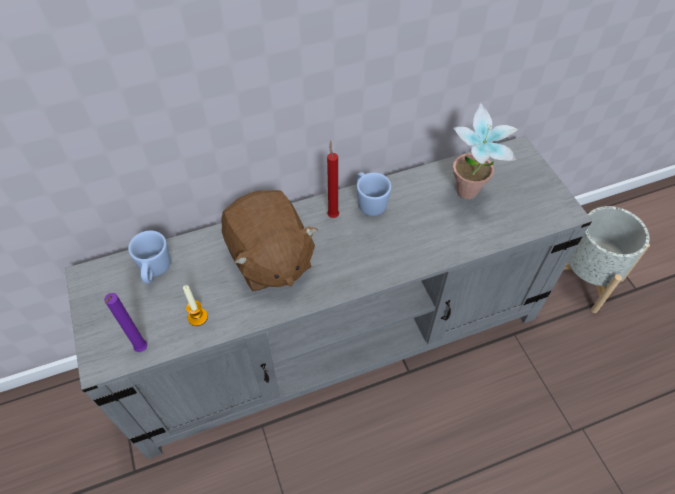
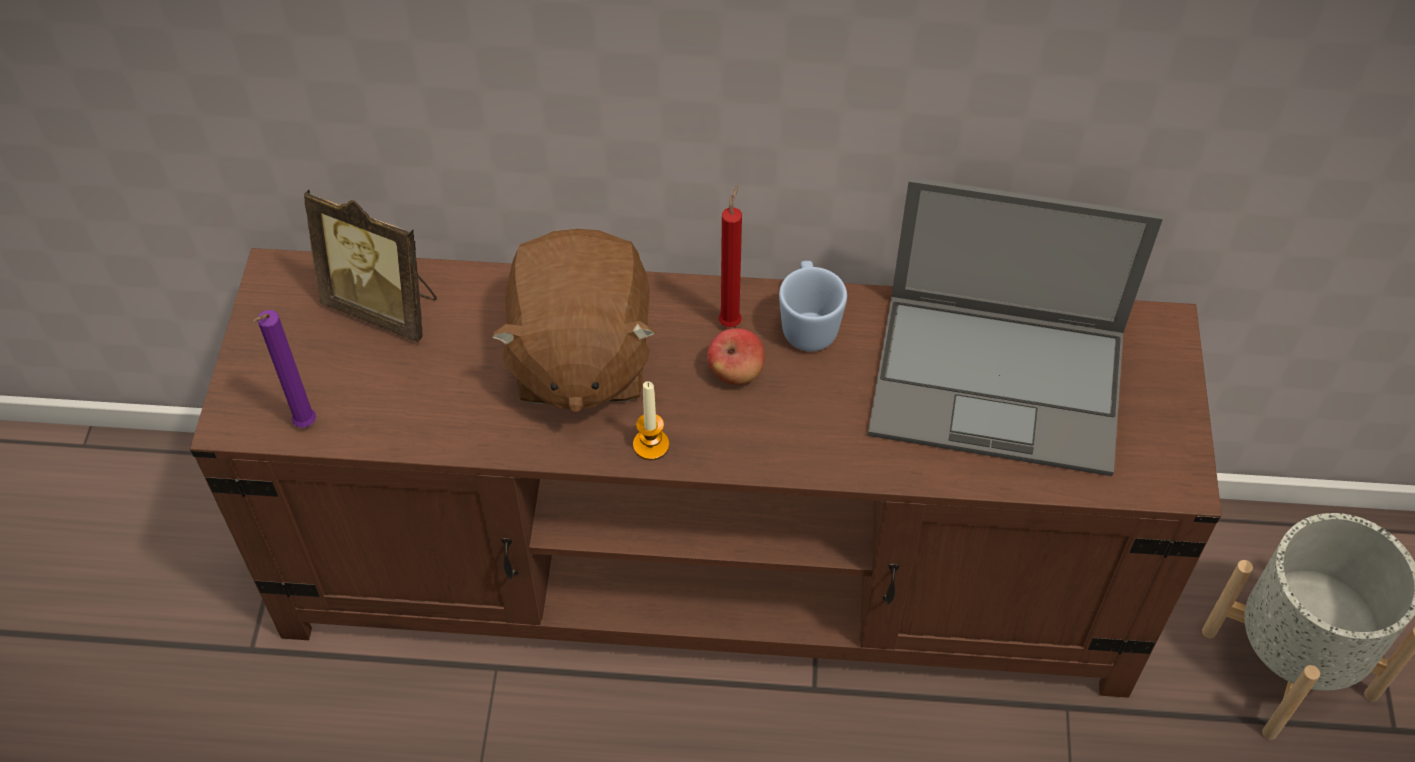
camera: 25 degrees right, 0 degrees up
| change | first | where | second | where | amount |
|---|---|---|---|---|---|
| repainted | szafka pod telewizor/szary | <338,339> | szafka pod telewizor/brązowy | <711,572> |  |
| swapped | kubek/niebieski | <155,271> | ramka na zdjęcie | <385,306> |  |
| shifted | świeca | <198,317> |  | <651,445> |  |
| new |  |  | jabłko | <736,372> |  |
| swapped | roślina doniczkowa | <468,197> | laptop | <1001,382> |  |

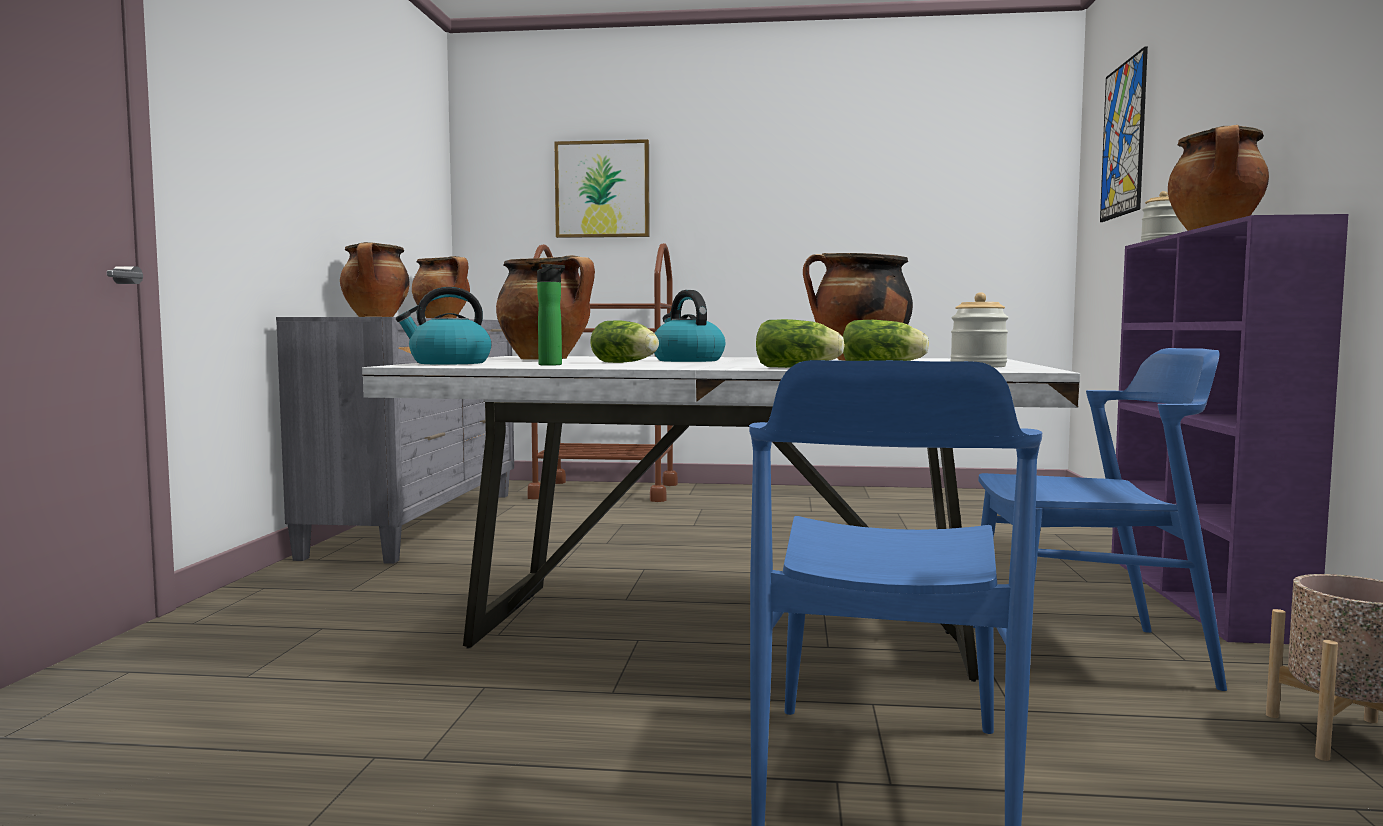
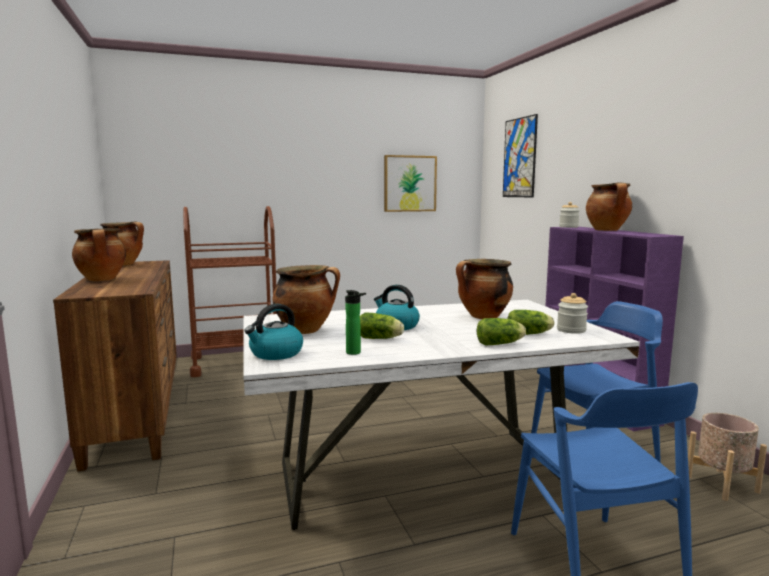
camera: 25 degrees left, 5 degrees up
| change | first | where | second | where | amount |
|---|---|---|---|---|---|
| repainted | komoda/szary | <420,522> | komoda/brązowy | <137,413> |  |
| shifted | obraz | <602,189> |  | <410,183> |  |

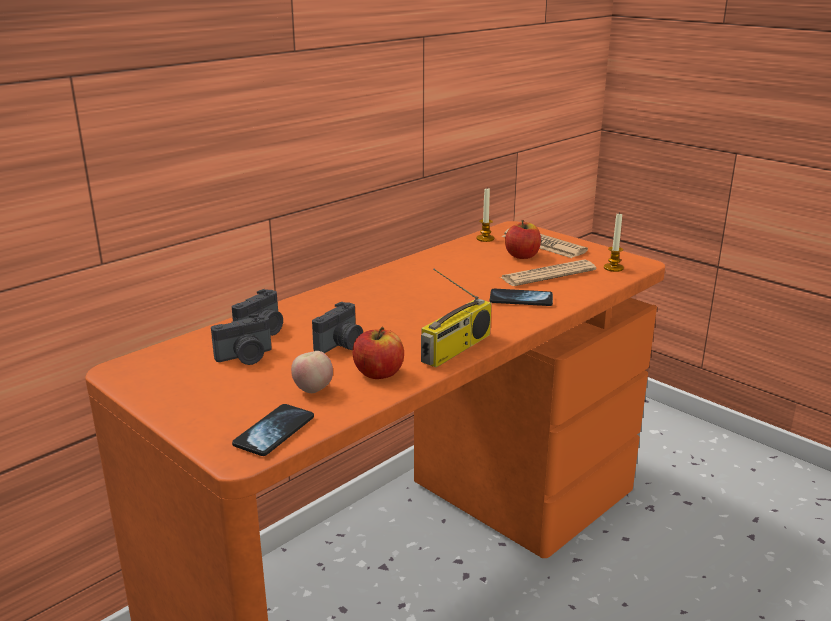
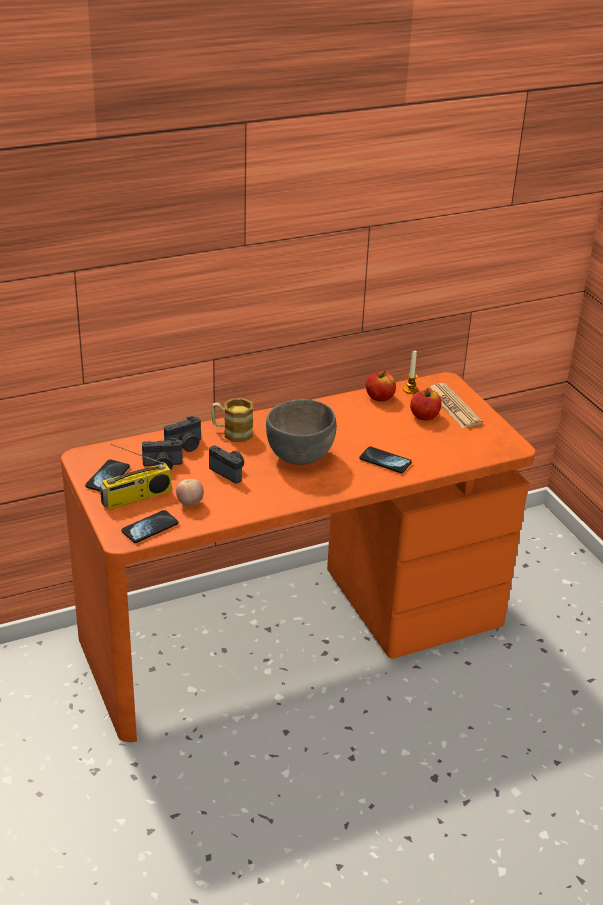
camera: 20 degrees right, 10 degrees up
| change | first | where | second | where | amount |
|---|---|---|---|---|---|
| new |  |  | telefon | <107,477> |  |
| shifted | radio | <456,349> |  | <136,498> |  |
| rotated | aparat fotograficzny | <341,345> |  | <229,471> | 105 degrees counterclockwise |
| new |  |  | kubek | <232,432> |  |
| new |  |  | miska/szary | <300,456> |  |
| shifted | jabłko | <378,373> |  | <379,397> |  |
| gone | gazeta | <548,274> |  |  |  |
| gone | świeca | <613,268> |  |  |  |

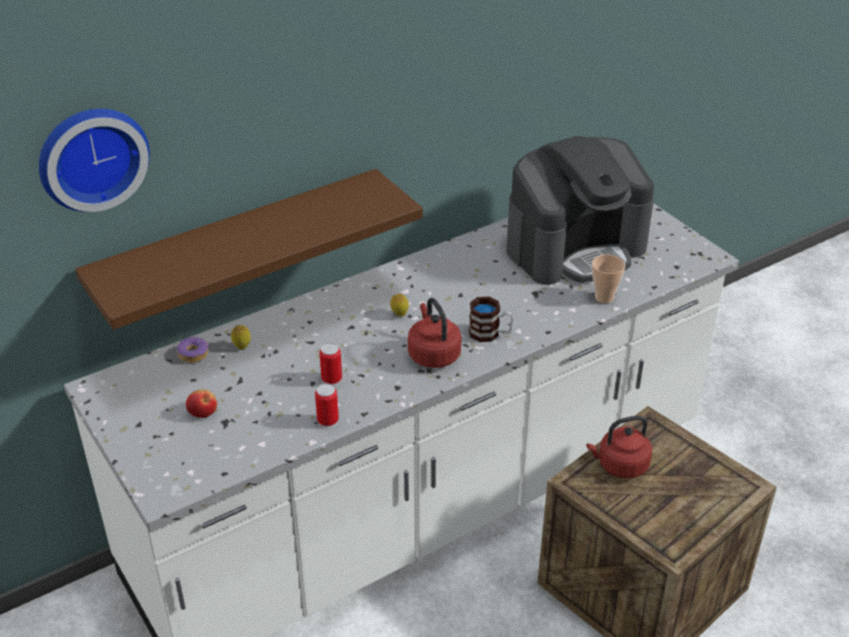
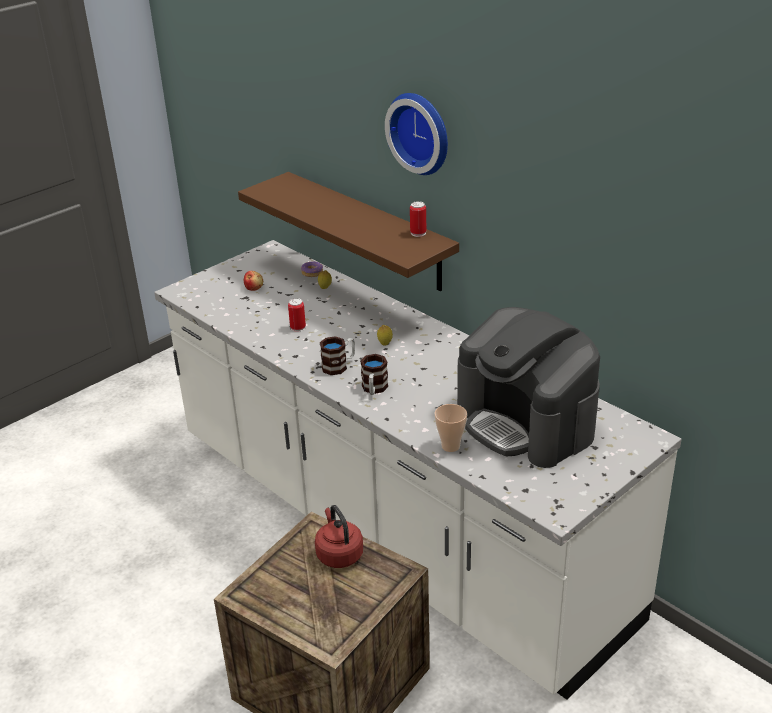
camera: 80 degrees right, 5 degrees down
| change | first | where | second | where | amount |
|---|---|---|---|---|---|
| swapped | czajnik/czerwony | <433,354> | kubek | <339,366> |  |
| shifted | zegar ścienny | <91,156> |  | <422,132> |  |
| shifted | puszka | <328,421> |  | <418,233> |  |

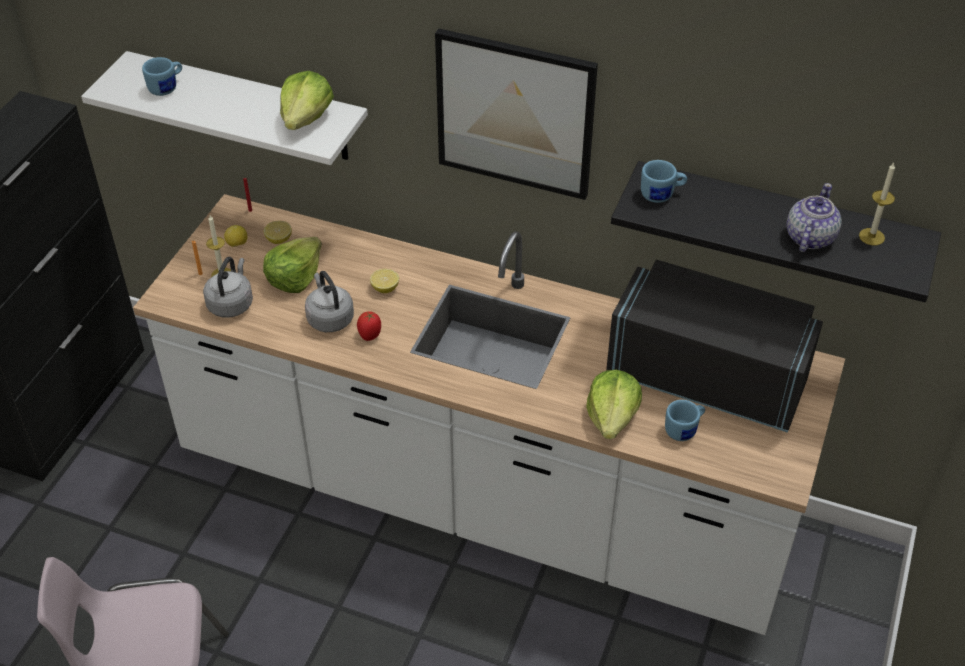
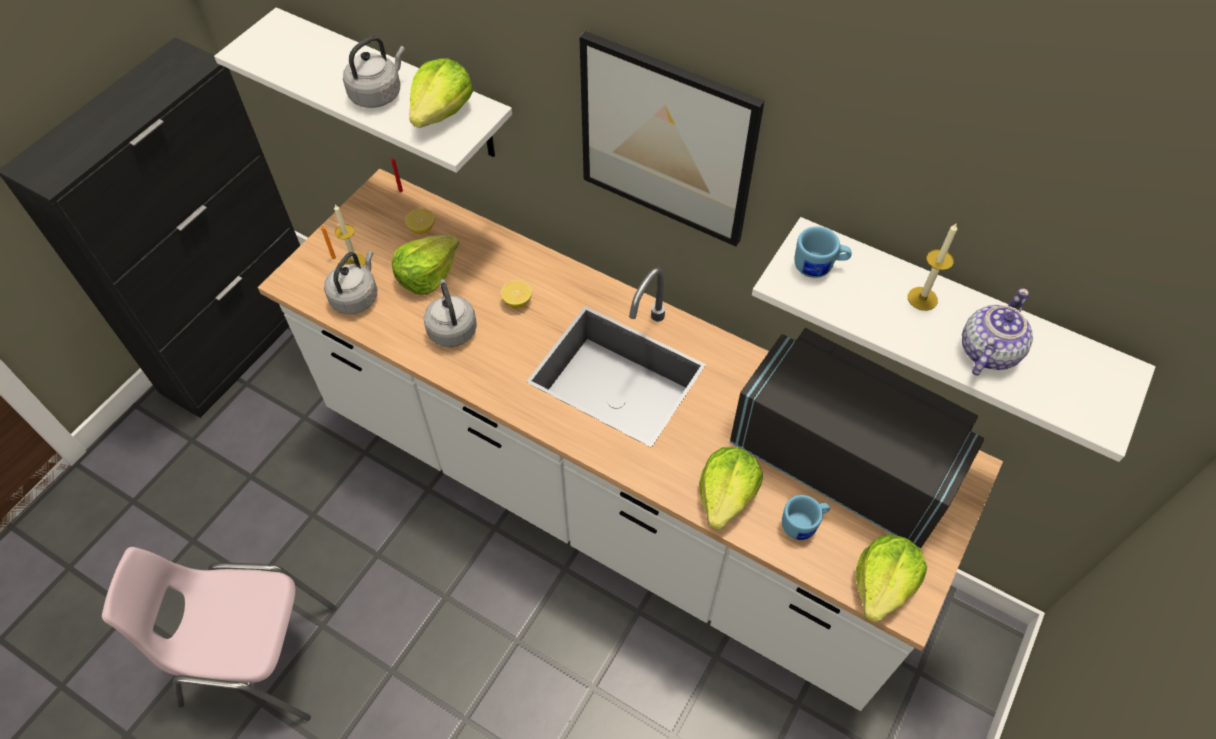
camera: 10 degrees right, 10 degrees up
| change | first | where | second | where | amount |
|---|---|---|---|---|---|
| new |  |  | czajnik/szary | <378,94> |  |
| repainted | półka/czarny | <778,224> | półka/biały | <954,315> |  |
| new |  |  | sałata | <883,585> |  |
| shifted | świeca | <871,236> |  | <922,298> |  |
| gone | kubek/niebieski | <167,87> |  |  |  |
| gone | cytryna | <237,244> |  |  |  |
| gone | pomidor | <370,335> |  |  |  |

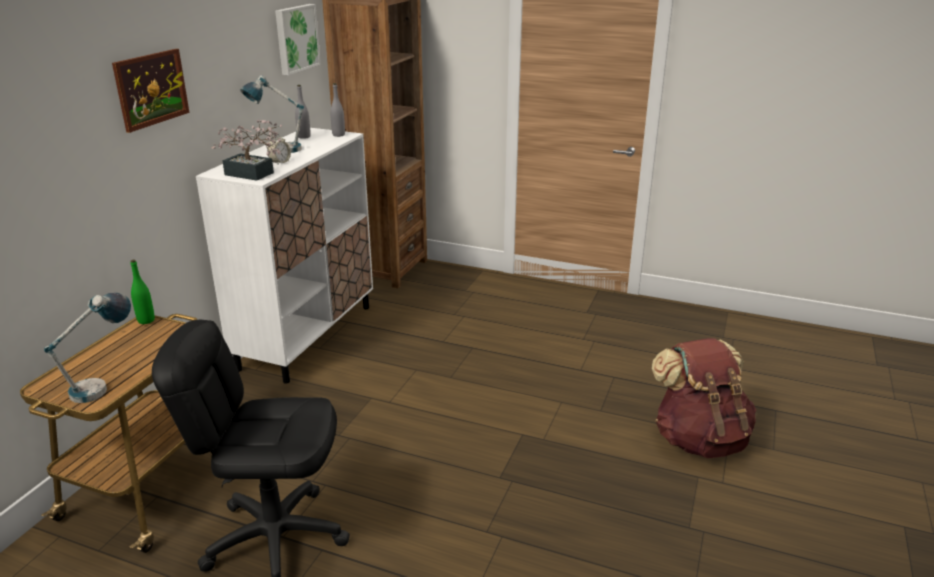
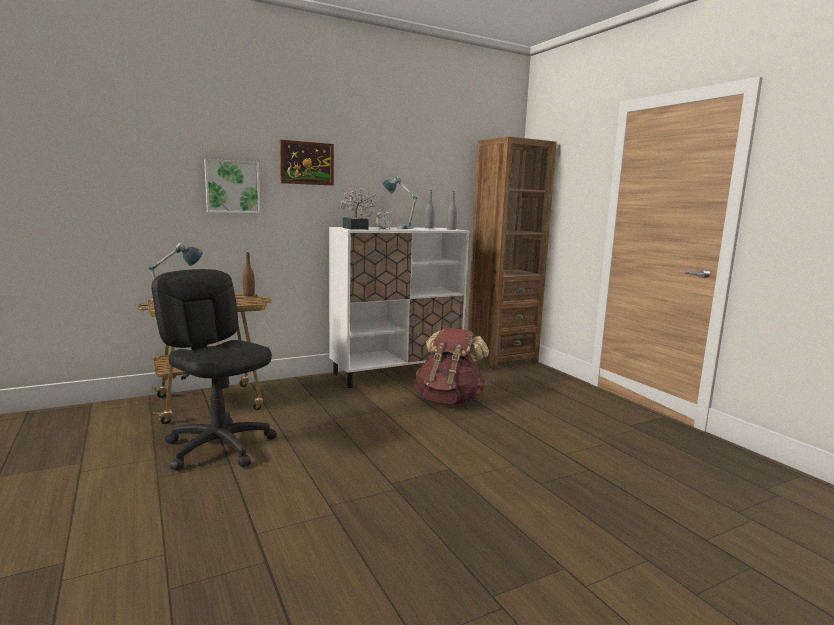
camera: 40 degrees right, 15 degrees down
| change | first | where | second | where | amount |
|---|---|---|---|---|---|
| shifted | obraz | <295,38> |  | <232,186> |  |
| repainted | butelka/zielony | <146,320> | butelka/brązowy | <249,295> |  |
| shifted | plecak/brązowy | <698,439> |  | <449,400> |  |

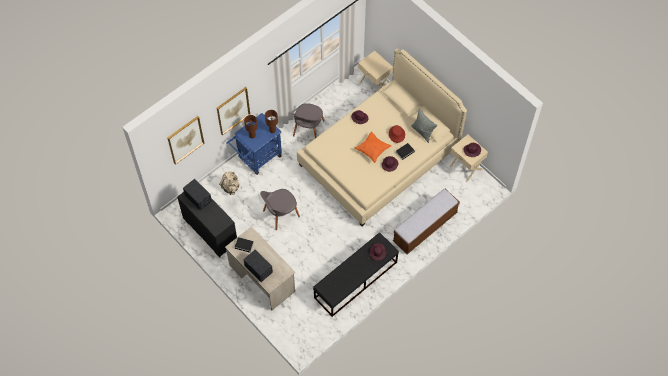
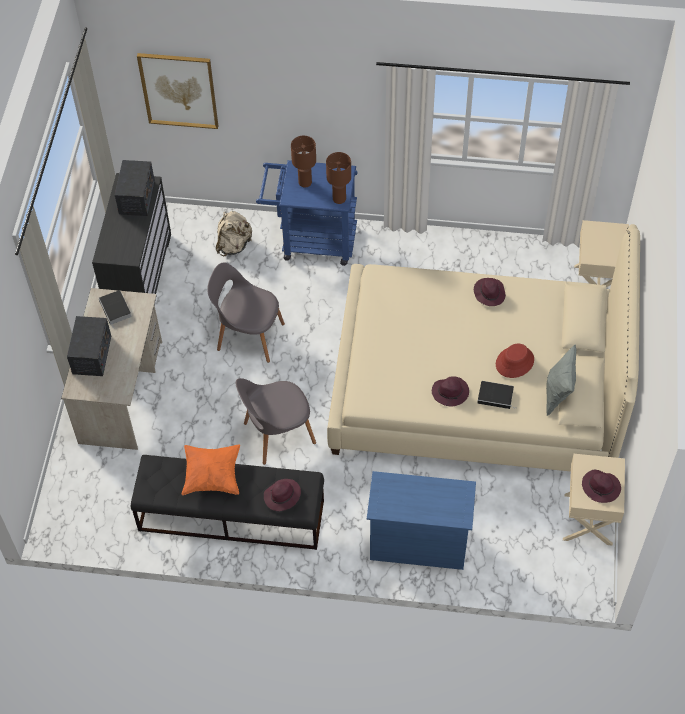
camera: 50 degrees right, 5 degrees down
| change | first | where | second | where | amount |
|---|---|---|---|---|---|
| shifted | poduszka/pomarańczowy | <372,150> |  | <212,476> |  |
| shifted | krzesło/szary | <308,129> |  | <277,434> |  |
| swapped | ławka | <425,227> | komoda/niebieski | <418,542> |  |
| gone | obraz | <233,110> |  |  |  |

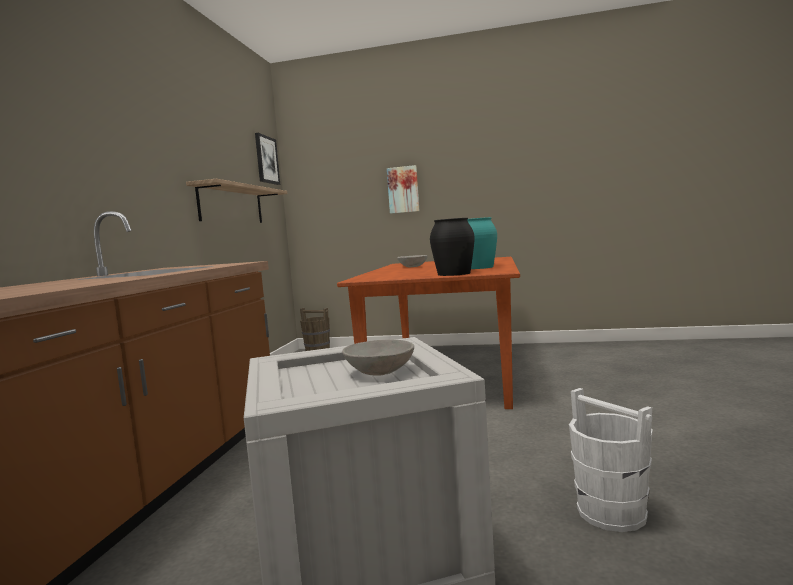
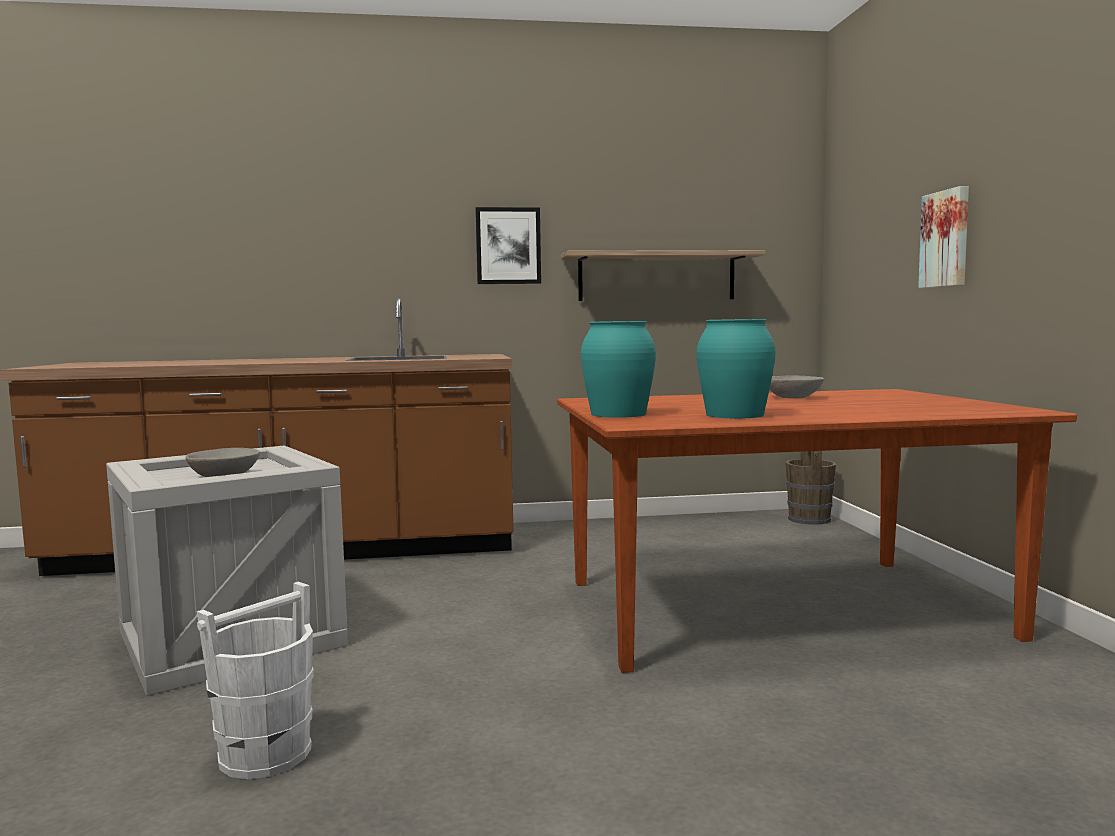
camera: 70 degrees right, 0 degrees up
| change | first | where | second | where | amount |
|---|---|---|---|---|---|
| shifted | obraz | <266,160> |  | <508,246> |  |
| repainted | wazon/czarny | <454,274> | wazon/turkusowy | <618,414> |  |

